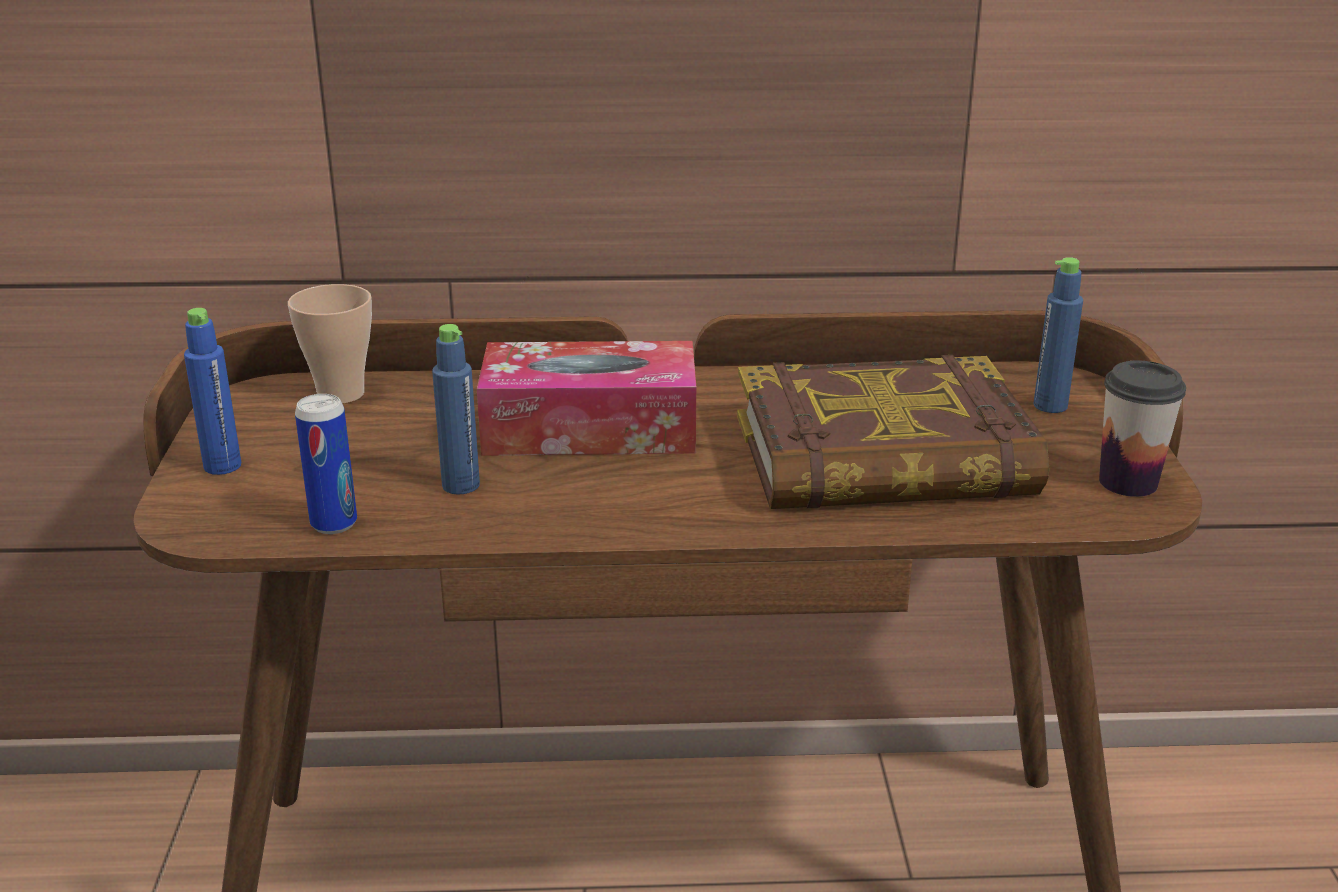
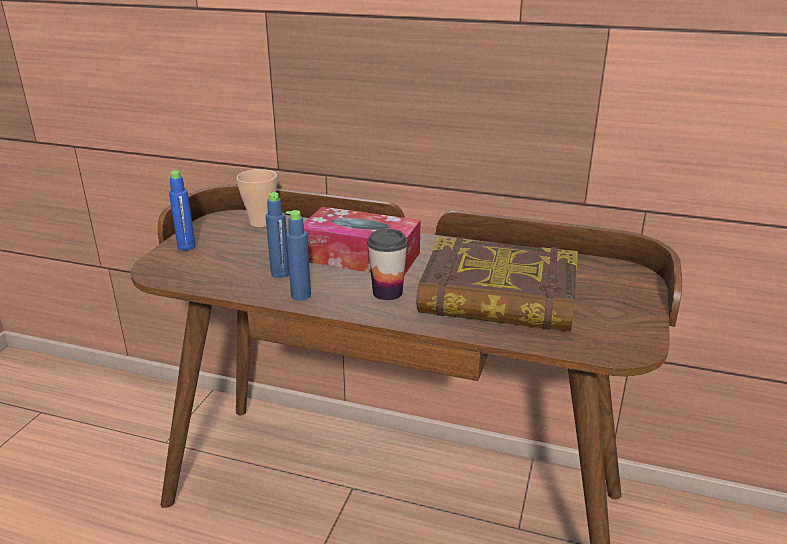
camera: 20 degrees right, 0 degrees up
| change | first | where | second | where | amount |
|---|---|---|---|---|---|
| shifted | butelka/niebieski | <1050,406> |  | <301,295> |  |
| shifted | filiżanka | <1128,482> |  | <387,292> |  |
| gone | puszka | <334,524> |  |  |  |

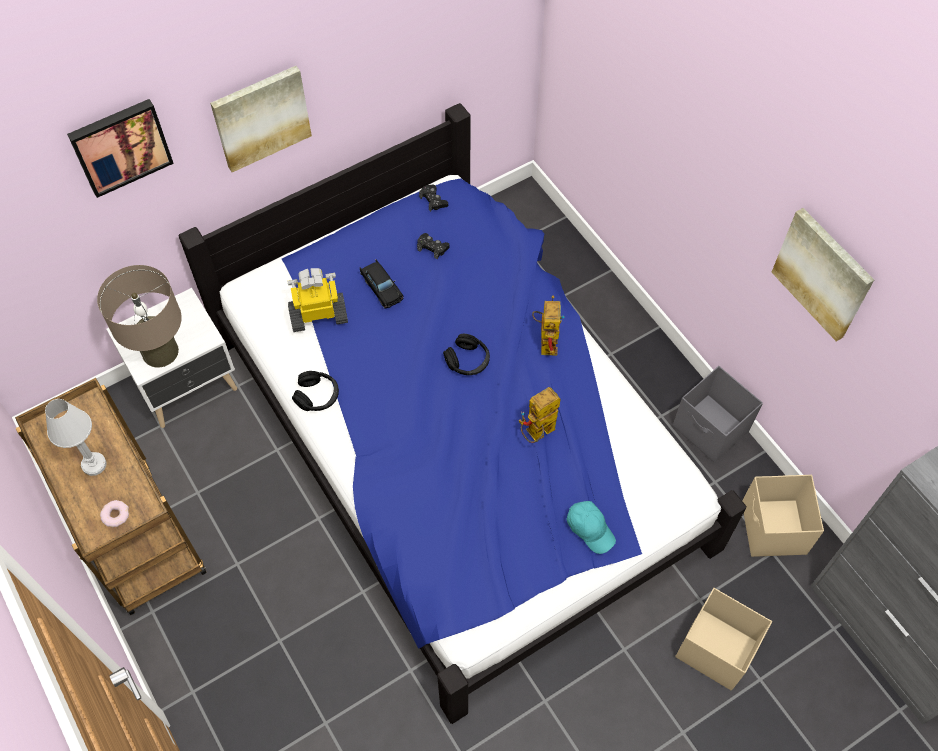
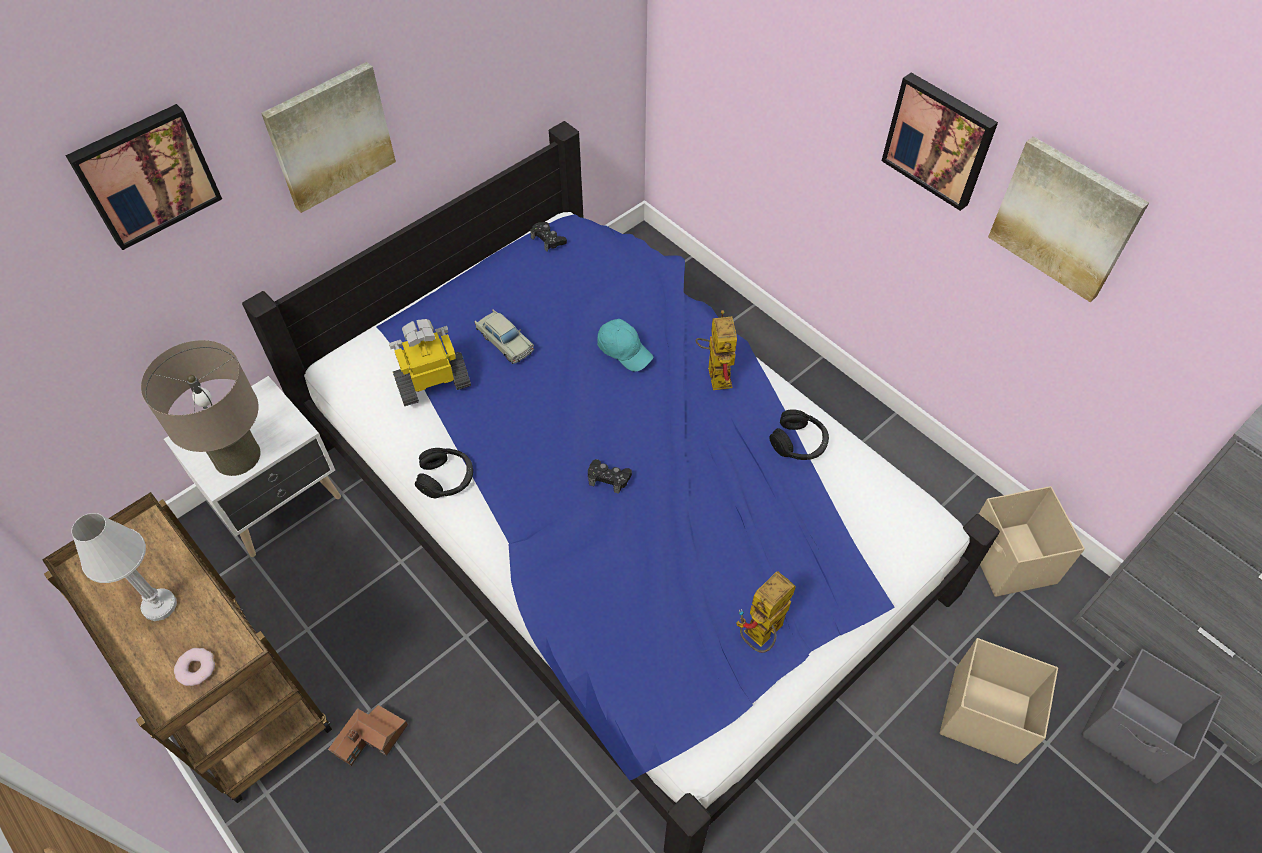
camera: 10 degrees left, 5 degrees down
| change | first | where | second | where | amount |
|---|---|---|---|---|---|
| new |  |  | domek | <371,739> |  |
| repainted | samochodzik/czarny | <381,288> | samochodzik/beżowy | <505,341> |  |
| shifted | pad do gier/czarny | <432,248> |  | <608,478> |  |
| shifted | czapka z daszkiem/turkusowy | <590,529> |  | <624,351> |  |
| shifted | robot zabawkowy | <537,435> |  | <760,637> |  |
| shifted | słuchawki/czarny | <468,360> |  | <799,443> |  |
| new |  |  | obraz | <940,140> |  |
| shifted | pojemnik do przechowywania/szary | <711,429> |  | <1132,732> |  |

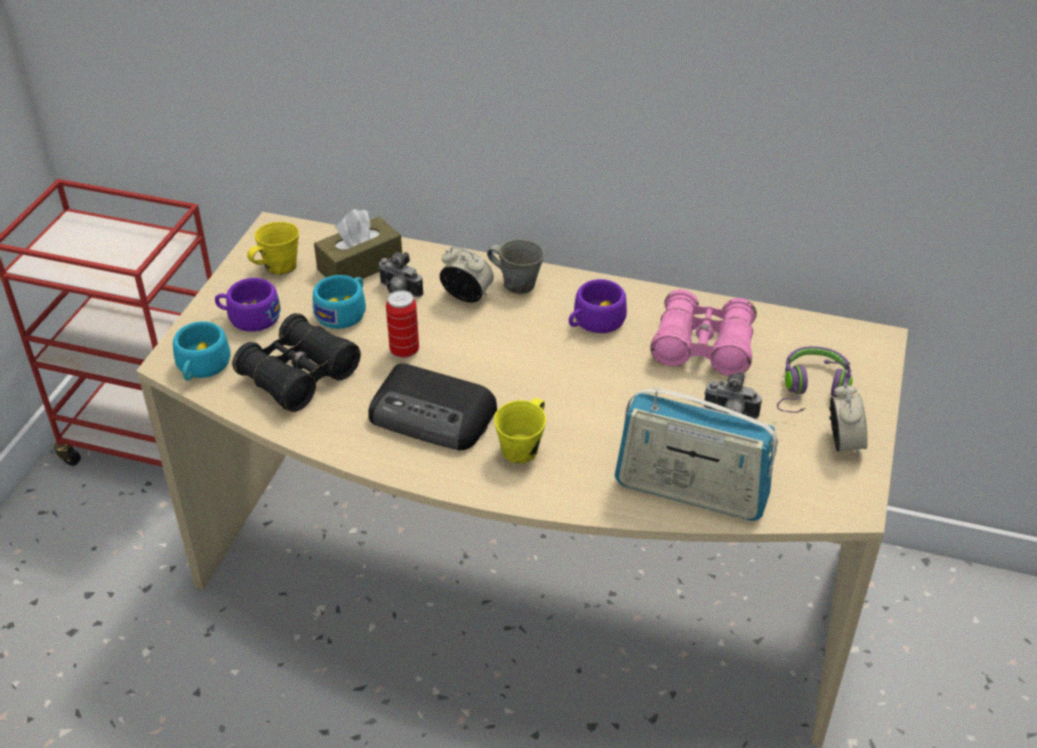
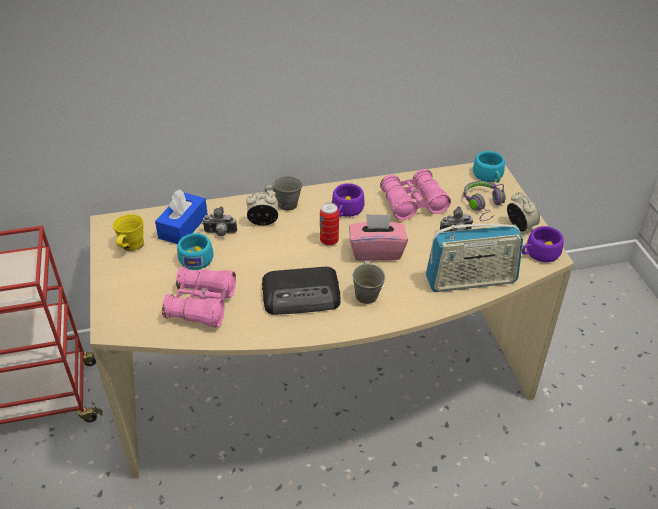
camera: 30 degrees left, 0 degrees up
| change | first | where | second | where | amount |
|---|---|---|---|---|---|
| repainted | pudełko chusteczek/brązowy | <360,266> | pudełko chusteczek/niebieski | <183,227> |  |
| repainted | lornetka/czarny | <299,376> | lornetka/różowy | <202,305> |  |
| shifted | puszka | <404,351> |  | <329,241> |  |
| new |  |  | pudełko chusteczek/różowy | <376,251> |  |
| repainted | kubek/żółty | <522,449> | kubek/szary | <367,294> |  |
| shifted | filiżanka/turkusowy | <201,367> |  | <489,177> |  |
| shifted | filiżanka/fioletowy | <249,317> |  | <539,253> |  |

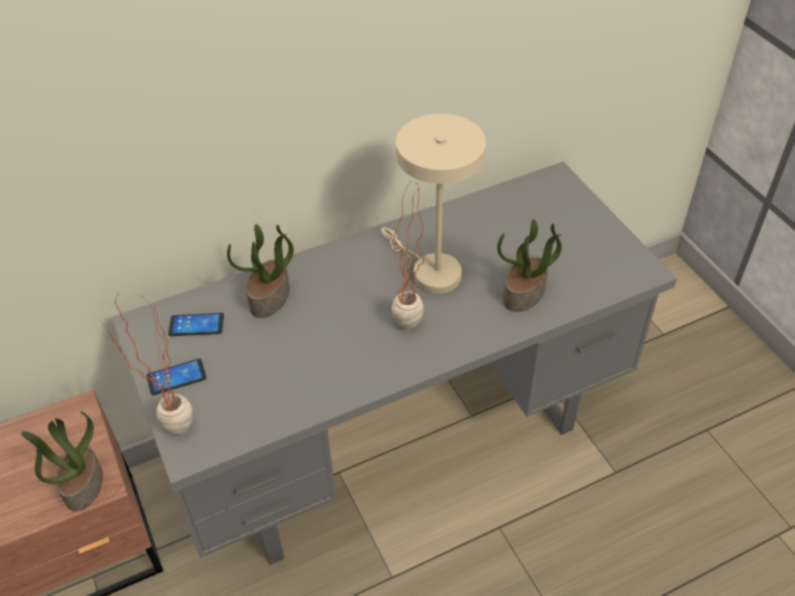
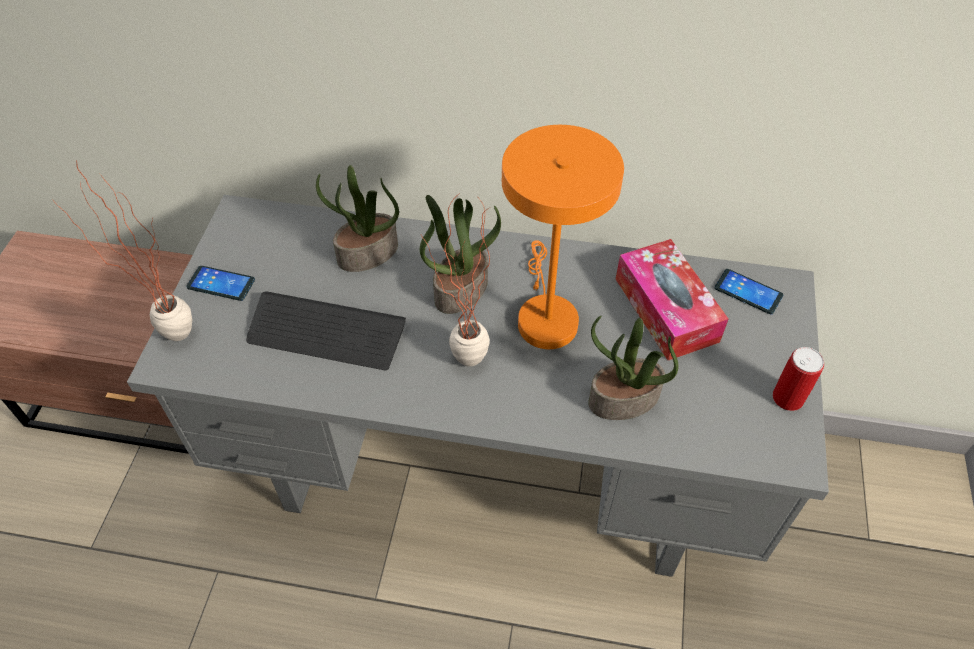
camera: 35 degrees right, 5 degrees up
| change | first | where | second | where | amount |
|---|---|---|---|---|---|
| new |  |  | klawiatura | <326,333> |  |
| shifted | roślina doniczkowa | <83,484> |  | <461,289> |  |
| repainted | lampa stołowa/beżowy | <430,271> | lampa stołowa/pomarańczowy | <545,315> |  |
| new |  |  | pudełko chusteczek | <666,310> |  |
| shifted | telefon | <196,325> |  | <748,292> |  |
| new |  |  | puszka | <788,398> |  |

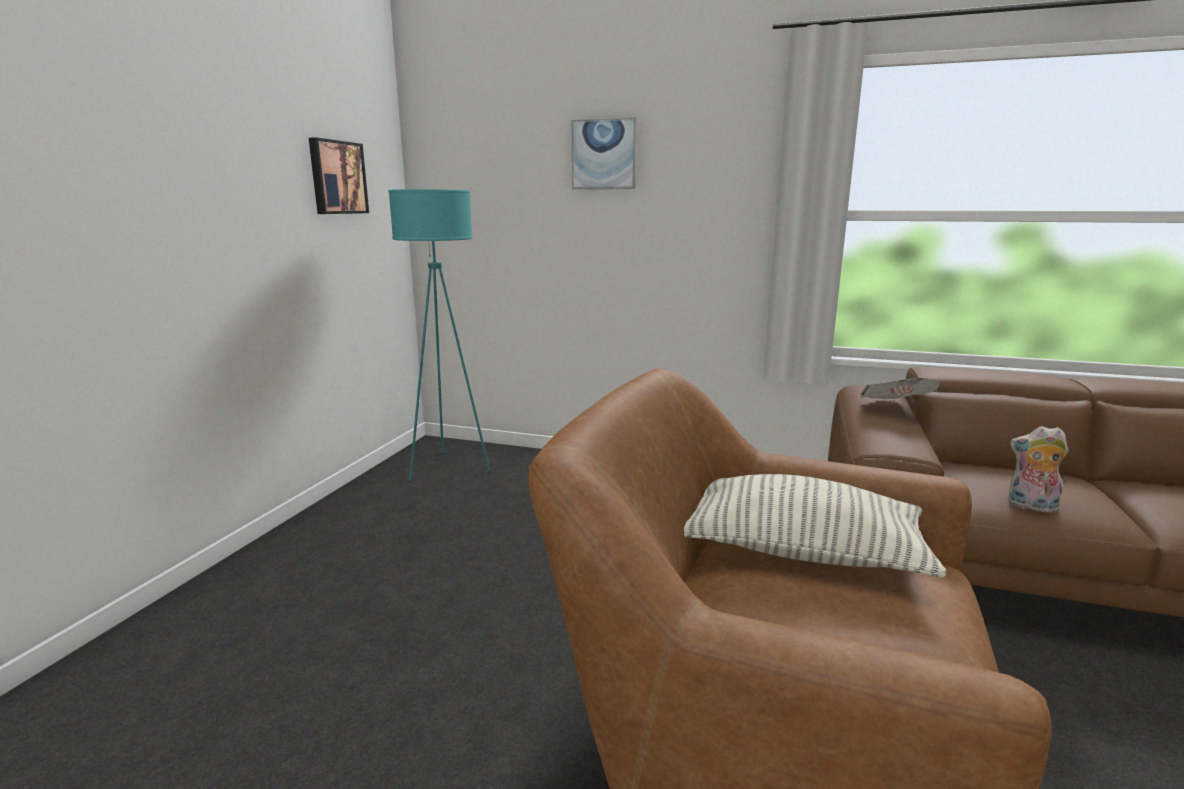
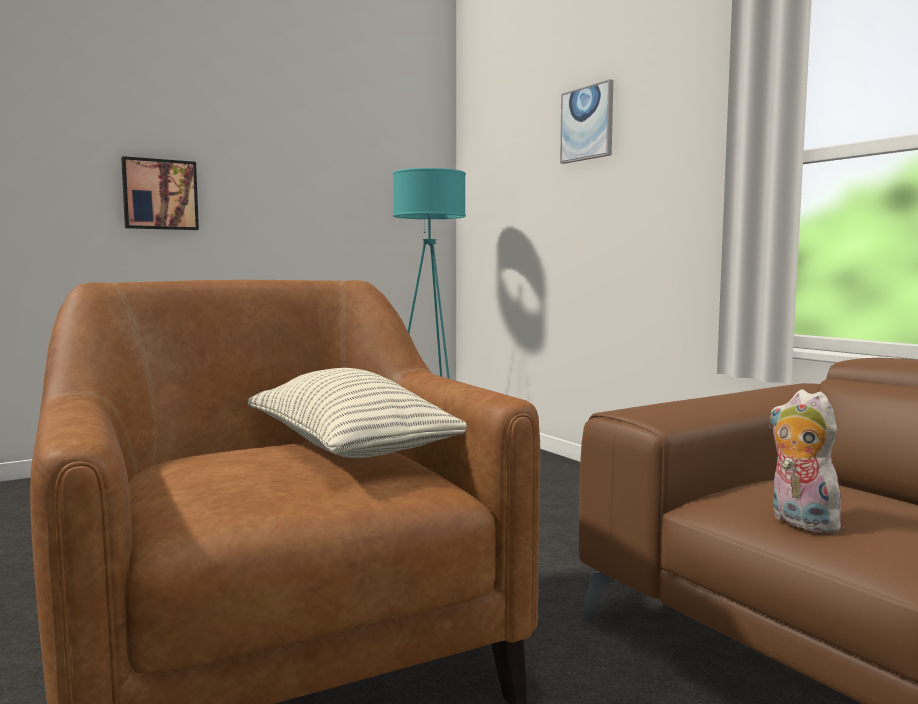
camera: 40 degrees right, 10 degrees down
| change | first | where | second | where | amount |
|---|---|---|---|---|---|
| shifted | obraz | <337,177> |  | <160,194> |  |
| gone | gazeta | <895,409> |  |  |  |

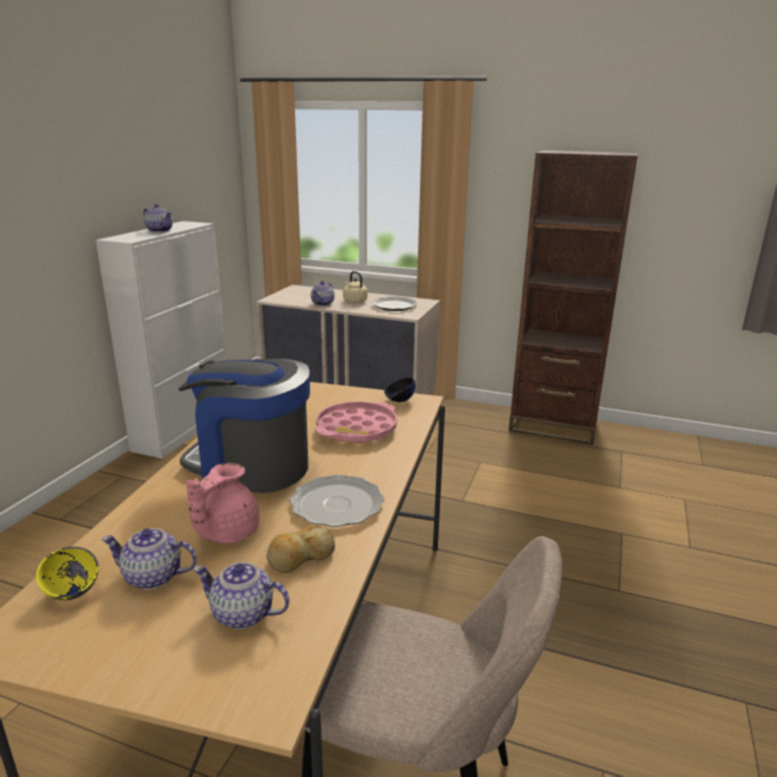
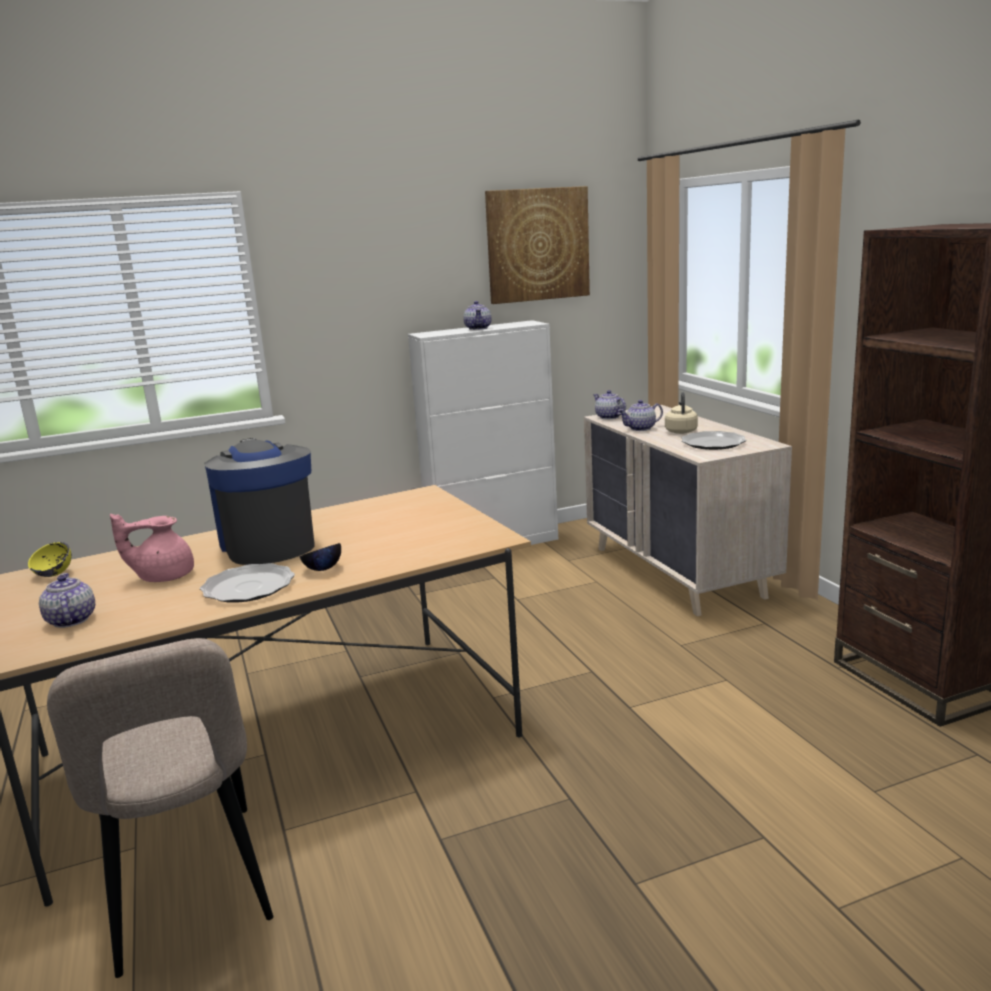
camera: 50 degrees right, 5 degrees down
| change | first | where | second | where | amount |
|---|---|---|---|---|---|
| shifted | miska/czarny | <399,400> |  | <322,569> |  |
| new |  |  | obraz | <537,245> |  |
| shifted | imbryk | <153,577> |  | <609,417> |  |
| gone | chleb | <300,557> |  |  |  |
| gone | taca/różowy | <357,429> |  |  |  |

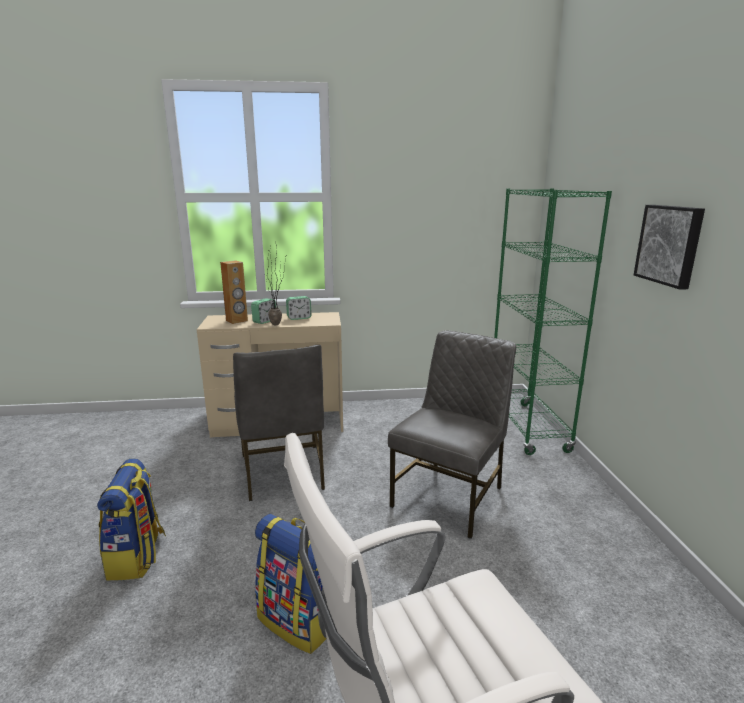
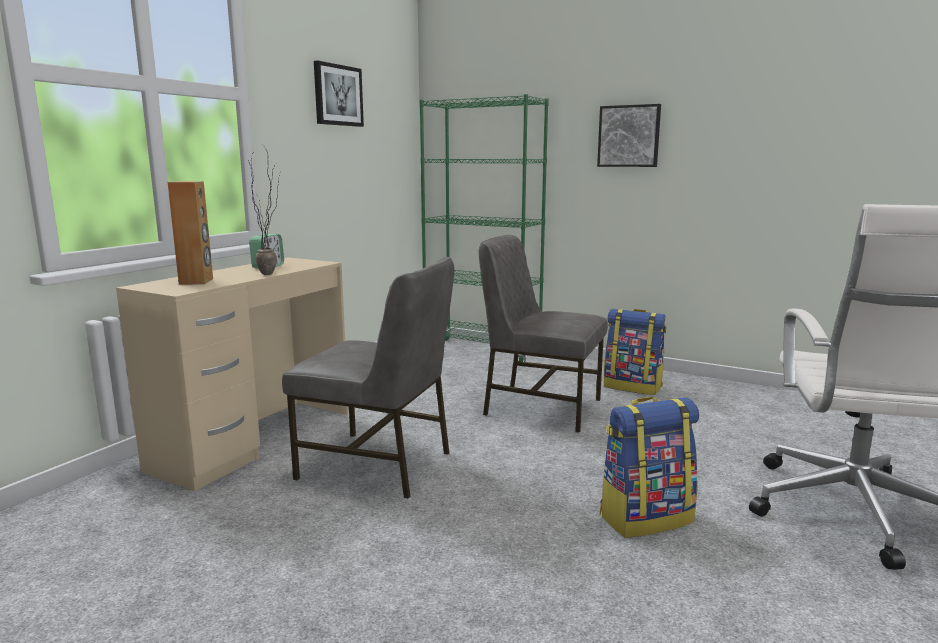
camera: 55 degrees left, 5 degrees down
| change | first | where | second | where | amount |
|---|---|---|---|---|---|
| new |  |  | obraz | <337,95> |  |
| rotated | krzesło/szary | <450,496> |  | <540,407> | 45 degrees counterclockwise |
| shifted | plecak | <137,557> |  | <633,386> |  |
| gone | budzik | <264,321> |  |  |  |

